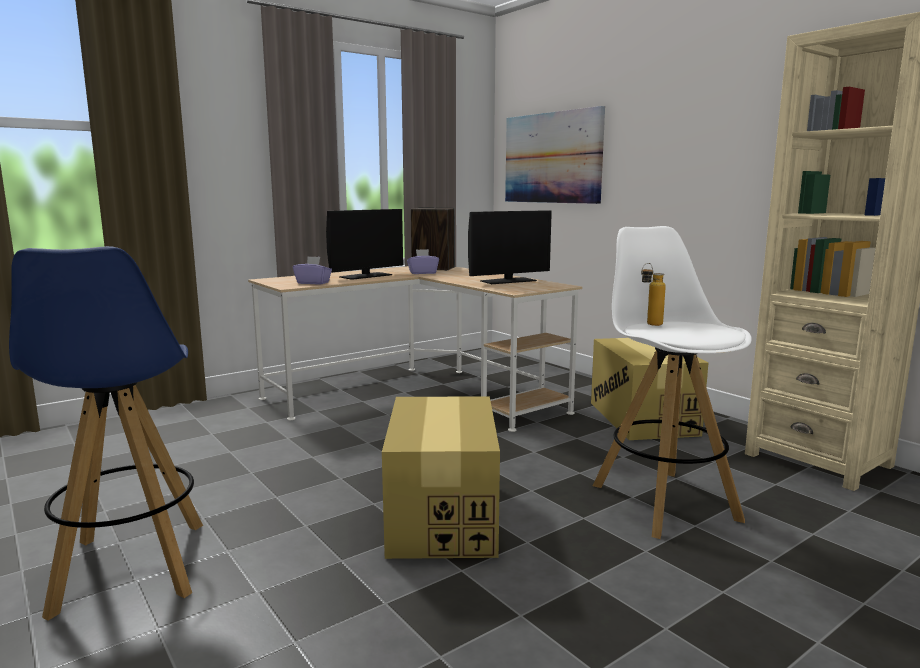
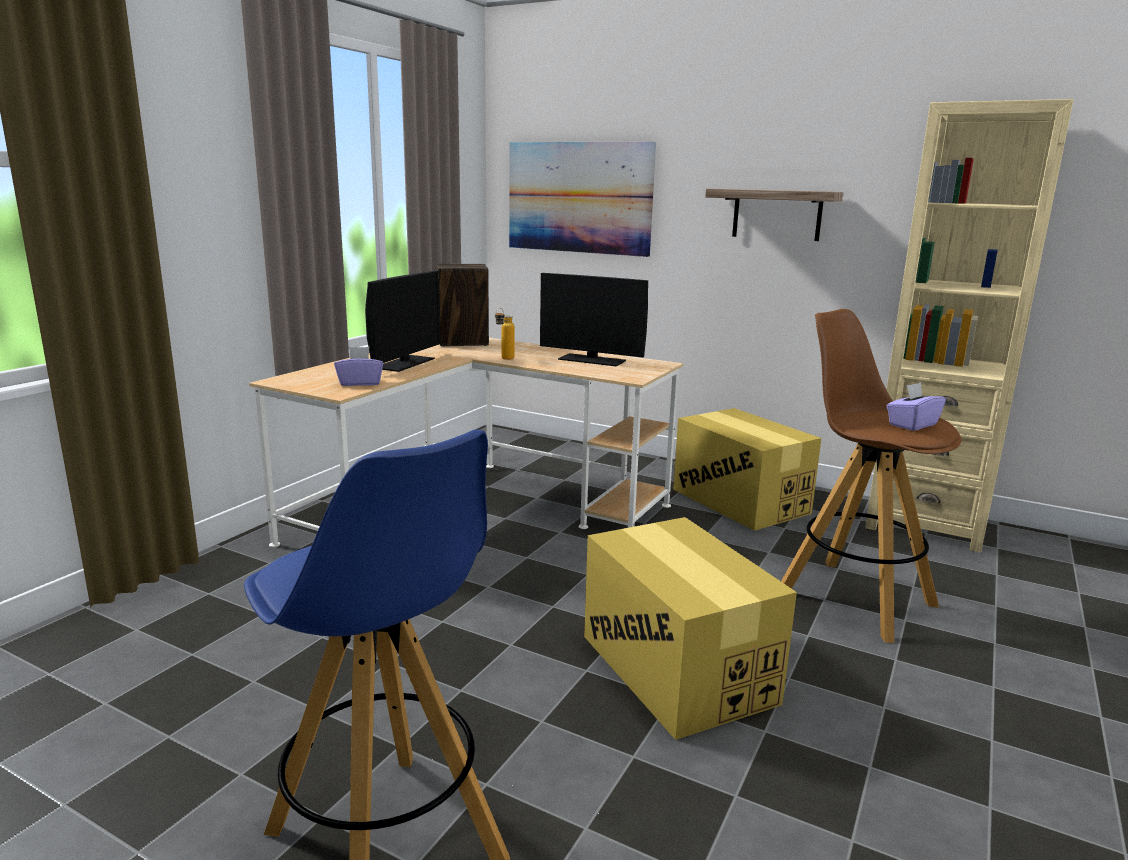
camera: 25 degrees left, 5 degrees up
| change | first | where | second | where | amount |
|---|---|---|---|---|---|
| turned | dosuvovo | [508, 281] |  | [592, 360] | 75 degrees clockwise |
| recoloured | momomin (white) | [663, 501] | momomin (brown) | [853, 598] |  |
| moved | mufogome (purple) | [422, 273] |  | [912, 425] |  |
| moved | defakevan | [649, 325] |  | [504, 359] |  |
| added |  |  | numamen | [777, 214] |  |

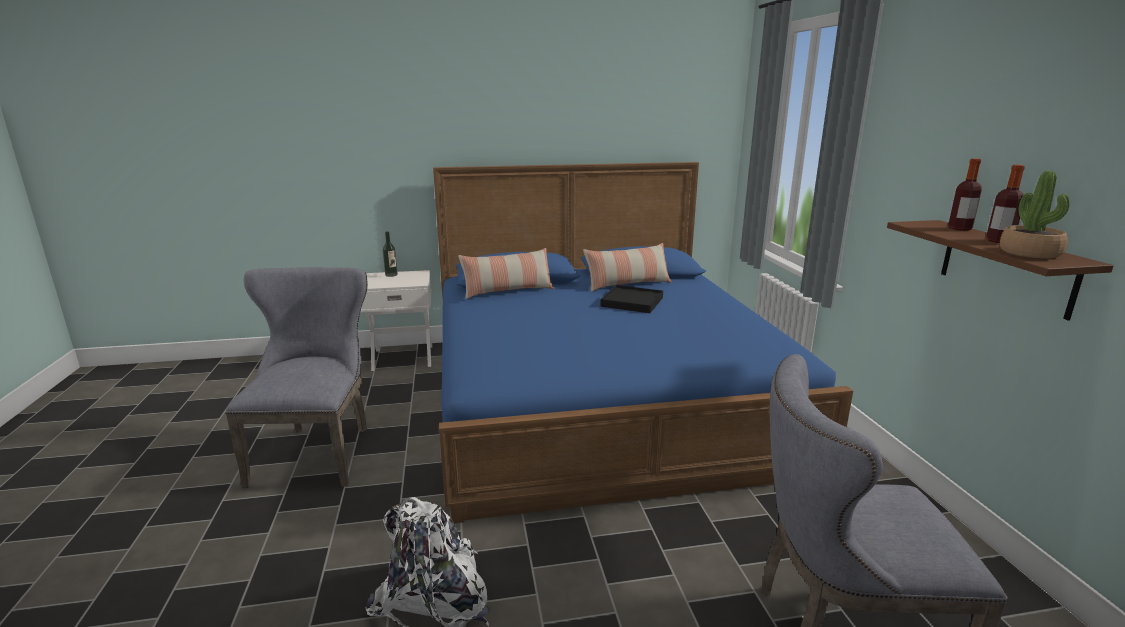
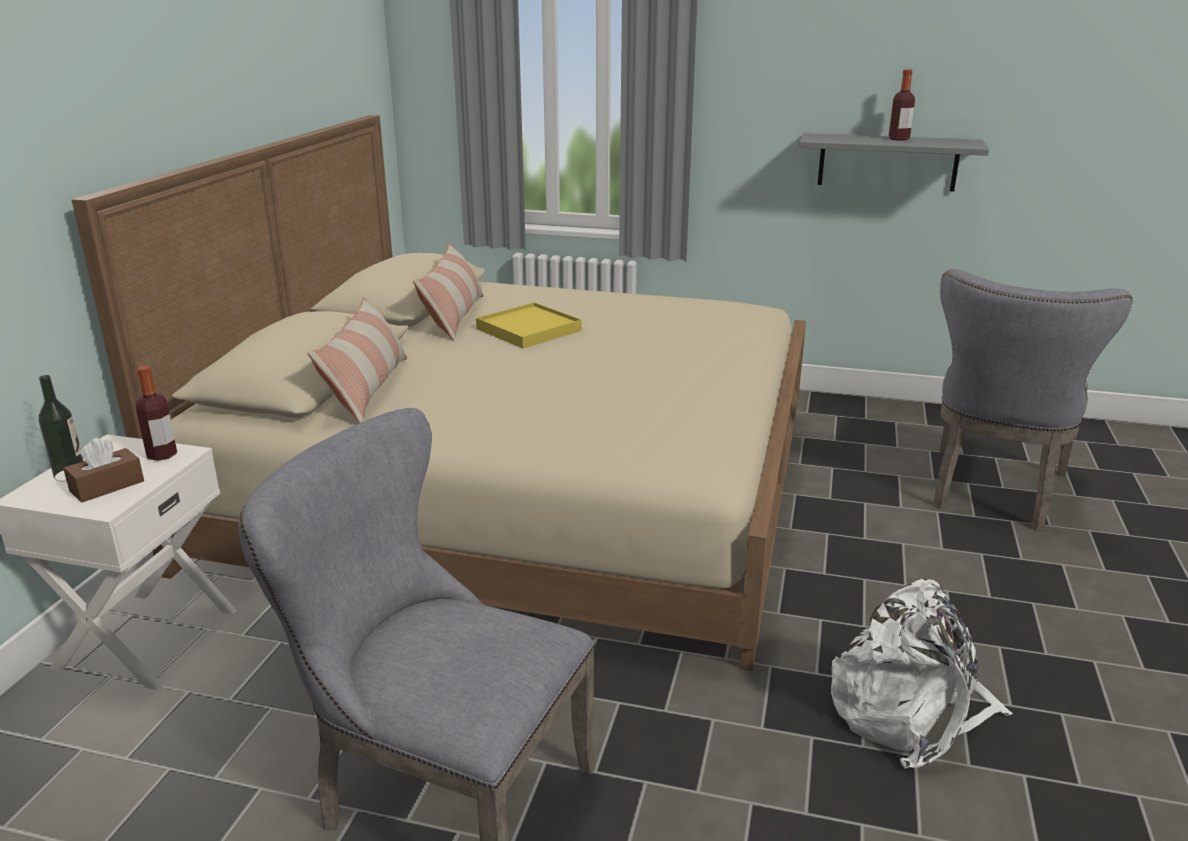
camera: 65 degrees left, 5 degrees up
| change | first | where | second | where | amount |
|---|---|---|---|---|---|
| moved | defakevan | [959, 228] |  | [162, 455] |  |
| recoloured | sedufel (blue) | [600, 397] | sedufel (beige) | [523, 485] |  |
| removed | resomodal | [1030, 253] |  |  |  |
| recoloured | numamen (brown) | [1006, 267] | numamen (grey) | [887, 162] |  |
| recoloured | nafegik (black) | [632, 302] | nafegik (yellow) | [528, 330] |  |
| added |  |  | mufogome (brown) | [107, 486] |  |

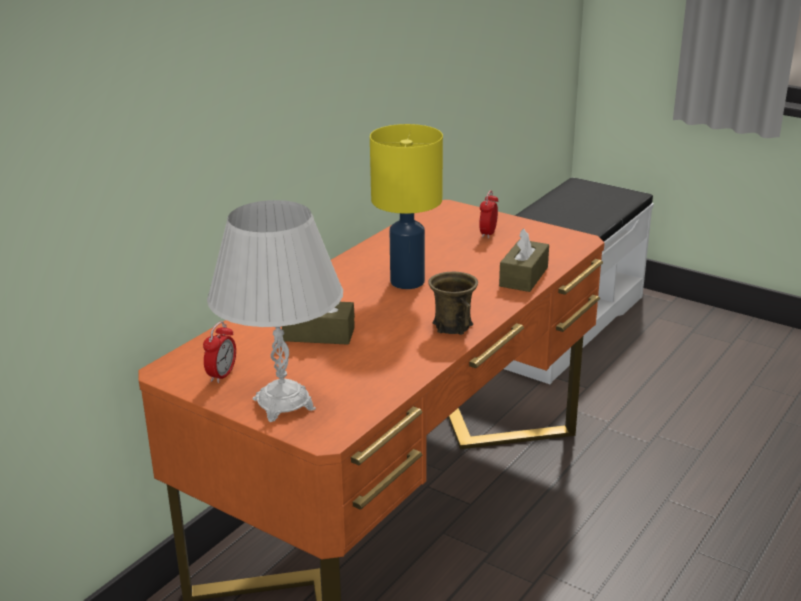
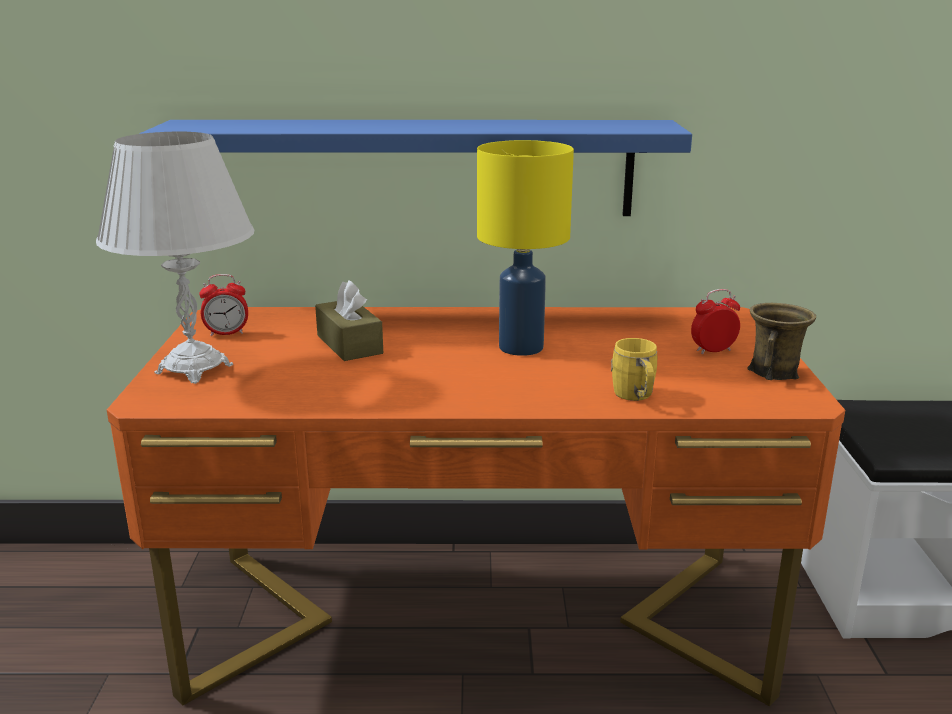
camera: 55 degrees right, 5 degrees down
| change | first | where | second | where | amount |
|---|---|---|---|---|---|
| replaced | mufogome (brown) | [523, 277] | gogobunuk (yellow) | [635, 397] |  |
| moved | gogobunuk (brown) | [453, 326] |  | [775, 372] |  |
| added |  |  | numamen (blue) | [422, 168] |  |

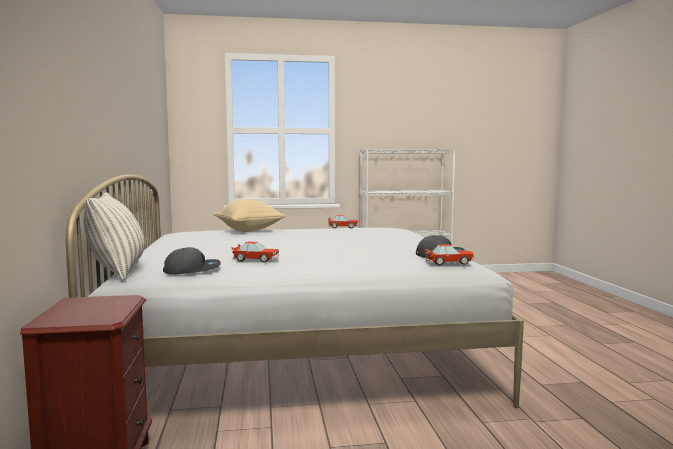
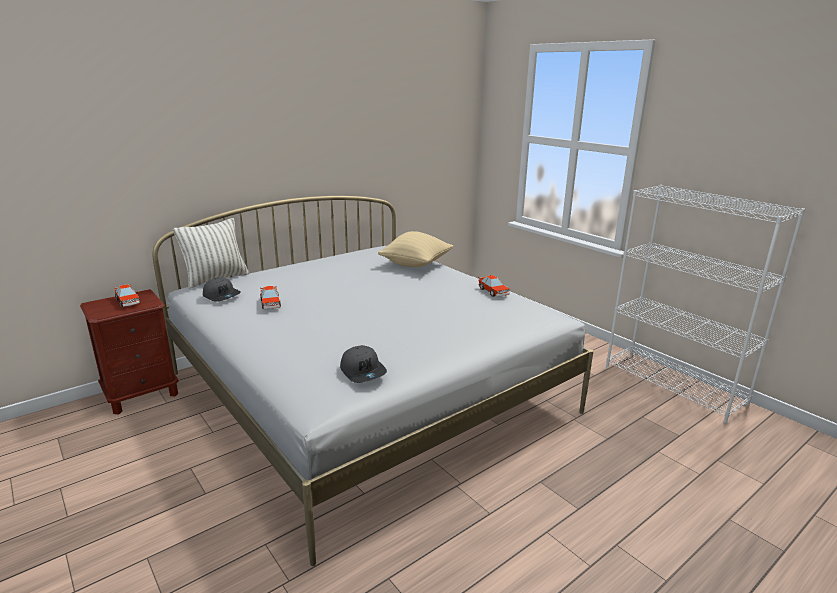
camera: 60 degrees right, 15 degrees up
| change | first | where | second | where | amount |
|---|---|---|---|---|---|
| moved | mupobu | [449, 263] |  | [128, 301] |  |

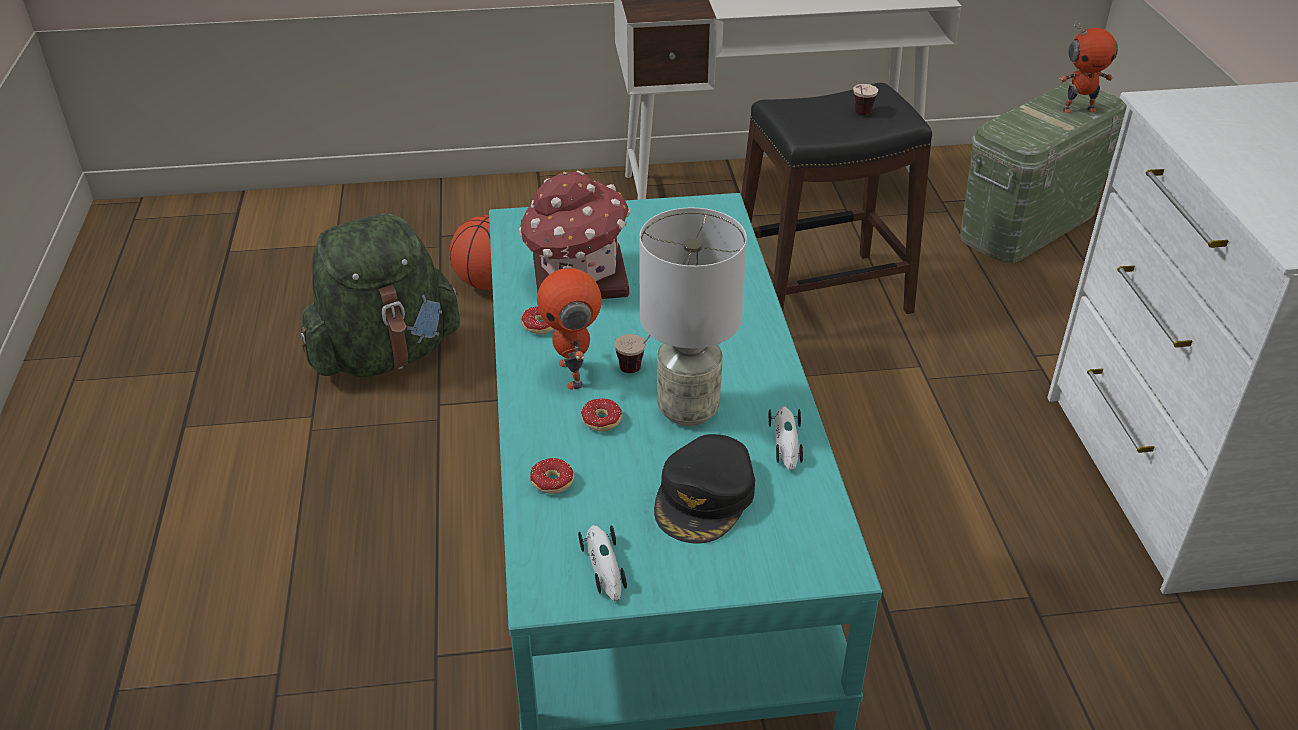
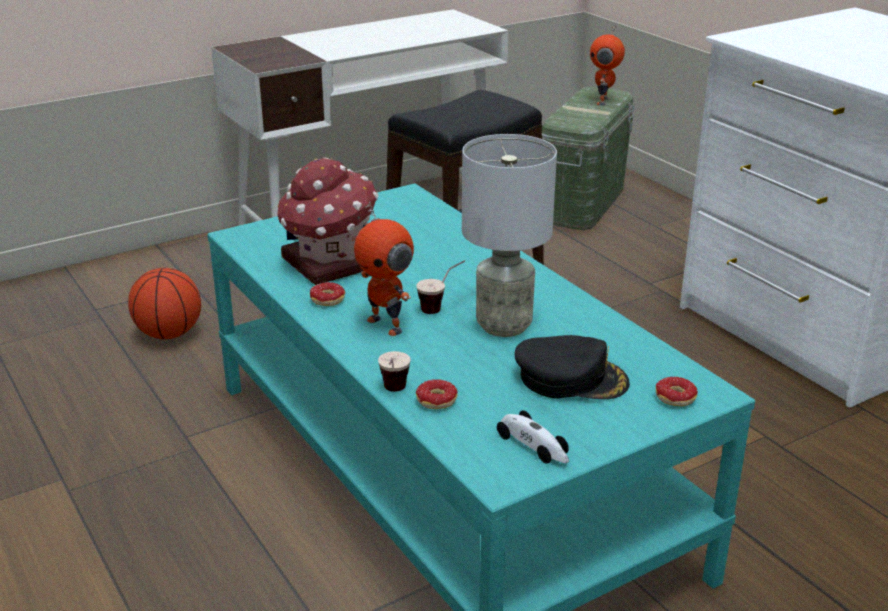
camera: 25 degrees left, 10 degrees down
| change | first | where | second | where | amount |
|---|---|---|---|---|---|
| turned | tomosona | [1078, 109] |  | [603, 101] | 135 degrees clockwise |
| moved | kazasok | [859, 116] |  | [393, 393] |  |
| removed | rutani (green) | [386, 355] |  |  |  |
| moved | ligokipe | [595, 423] |  | [672, 402] |  |
| removed | mupobu | [786, 443] |  |  |  |
| turned | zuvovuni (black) | [705, 497] |  | [571, 378] | 75 degrees counterclockwise |

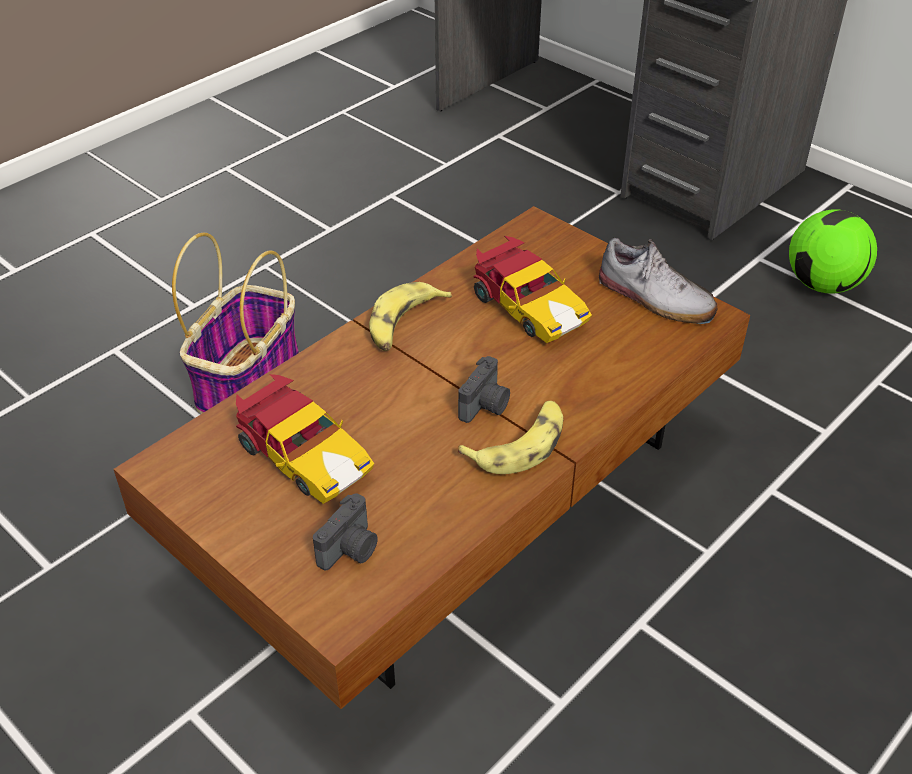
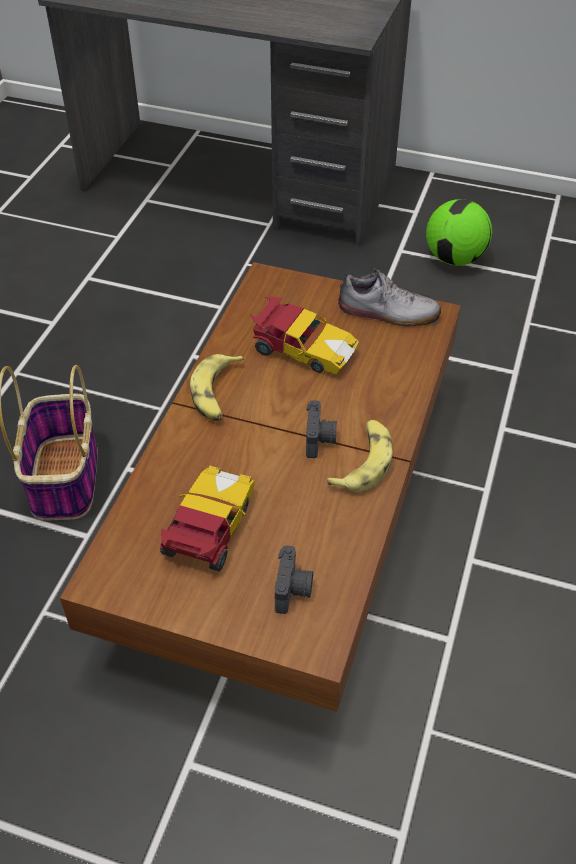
camera: 25 degrees left, 5 degrees up
| change | first | where | second | where | amount |
|---|---|---|---|---|---|
| turned | mupobu | [303, 456] |  | [209, 530] | 90 degrees counterclockwise |

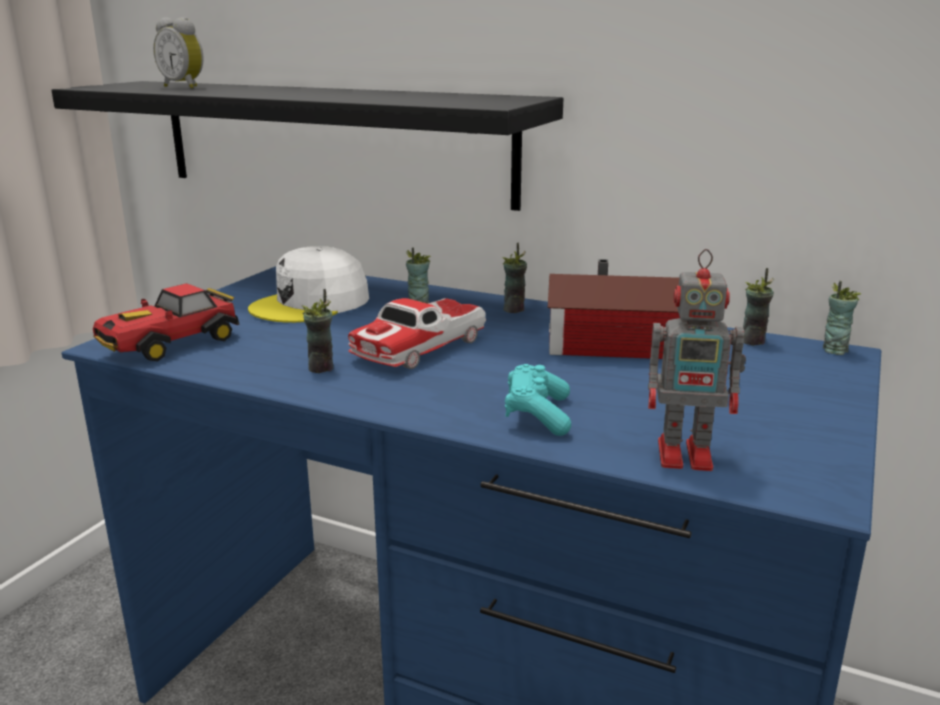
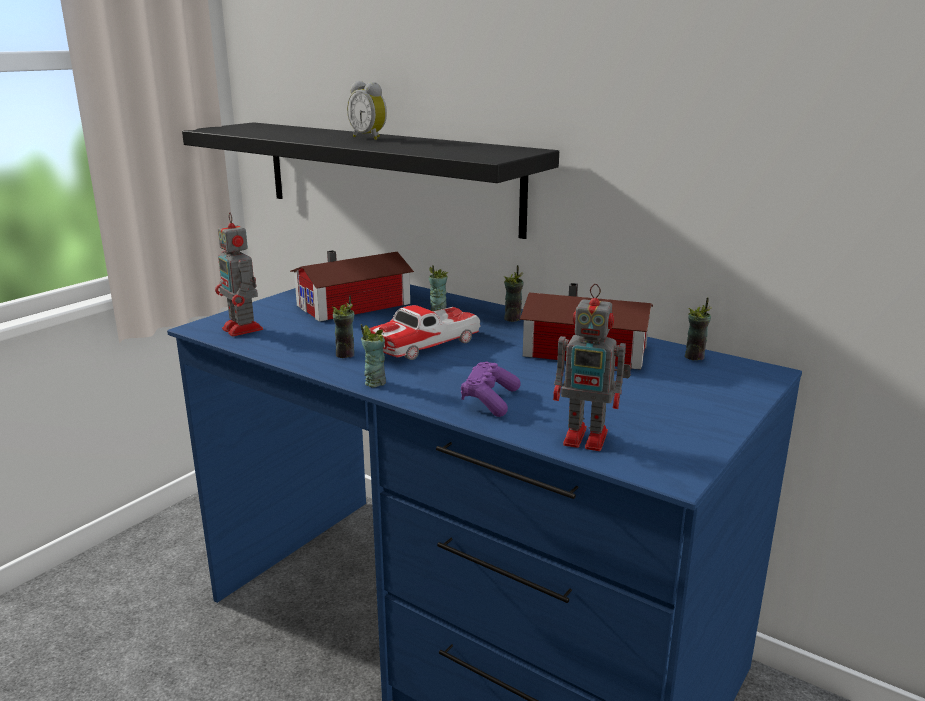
camera: 10 degrees right, 0 degrees up
| change | first | where | second | where | amount |
|---|---|---|---|---|---|
| moved | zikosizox | [185, 87] |  | [370, 138] |  |
| replaced | zuvovuni (white) | [311, 304] | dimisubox | [357, 304] |  |
| moved | kazasok | [834, 350] |  | [375, 382] |  |
| replaced | mupobu | [170, 345] | tomosona | [243, 329] |  |
| recoloured | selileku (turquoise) | [537, 415] | selileku (purple) | [490, 401] |  |

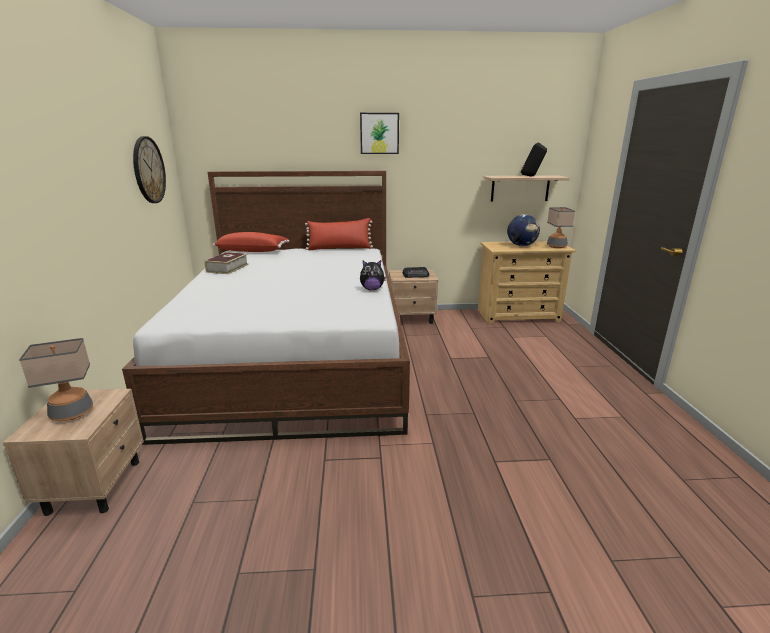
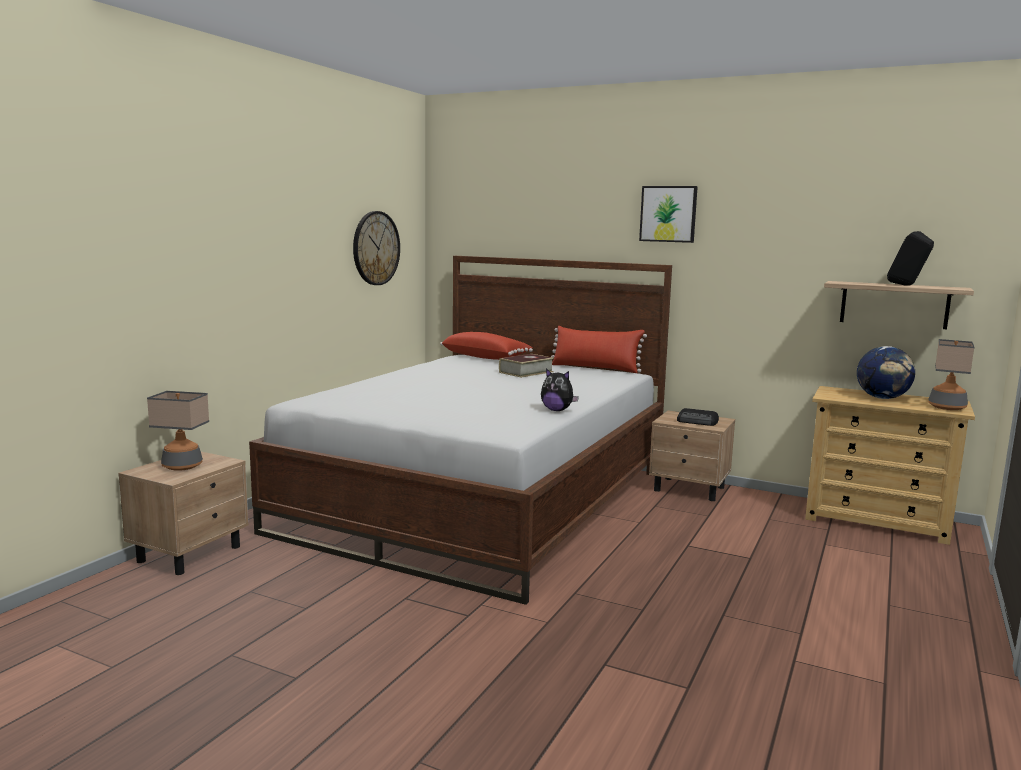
camera: 30 degrees right, 10 degrees down
| change | first | where | second | where | amount |
|---|---|---|---|---|---|
| moved | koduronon | [227, 268] |  | [526, 372] |  |

